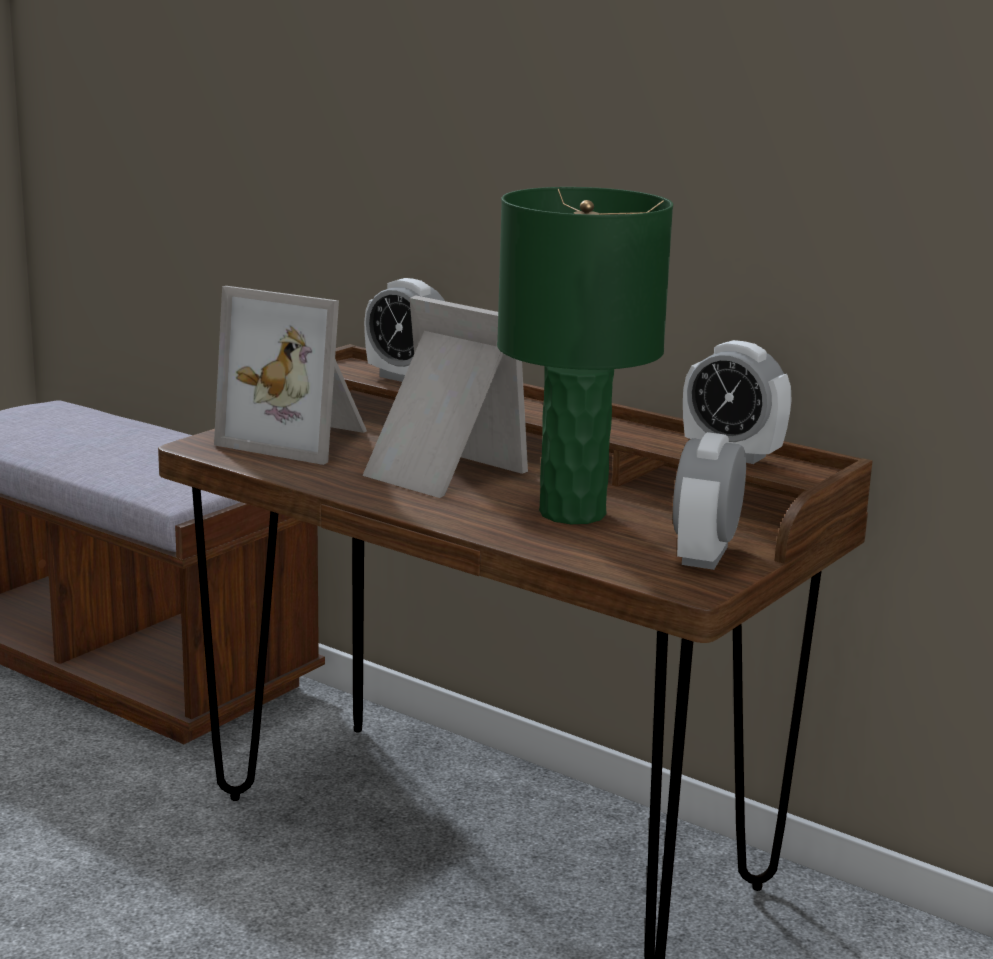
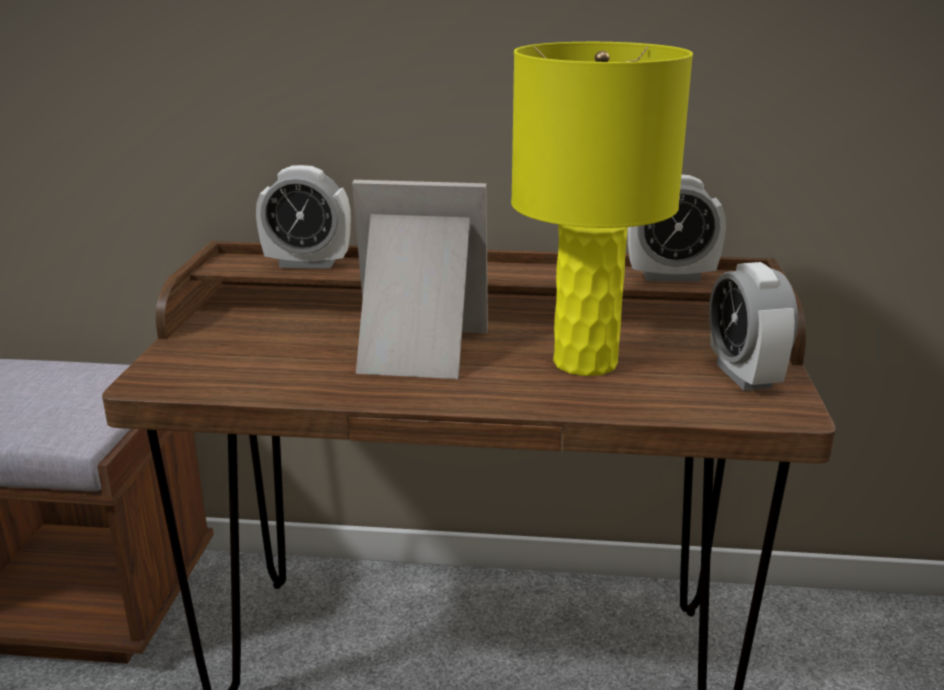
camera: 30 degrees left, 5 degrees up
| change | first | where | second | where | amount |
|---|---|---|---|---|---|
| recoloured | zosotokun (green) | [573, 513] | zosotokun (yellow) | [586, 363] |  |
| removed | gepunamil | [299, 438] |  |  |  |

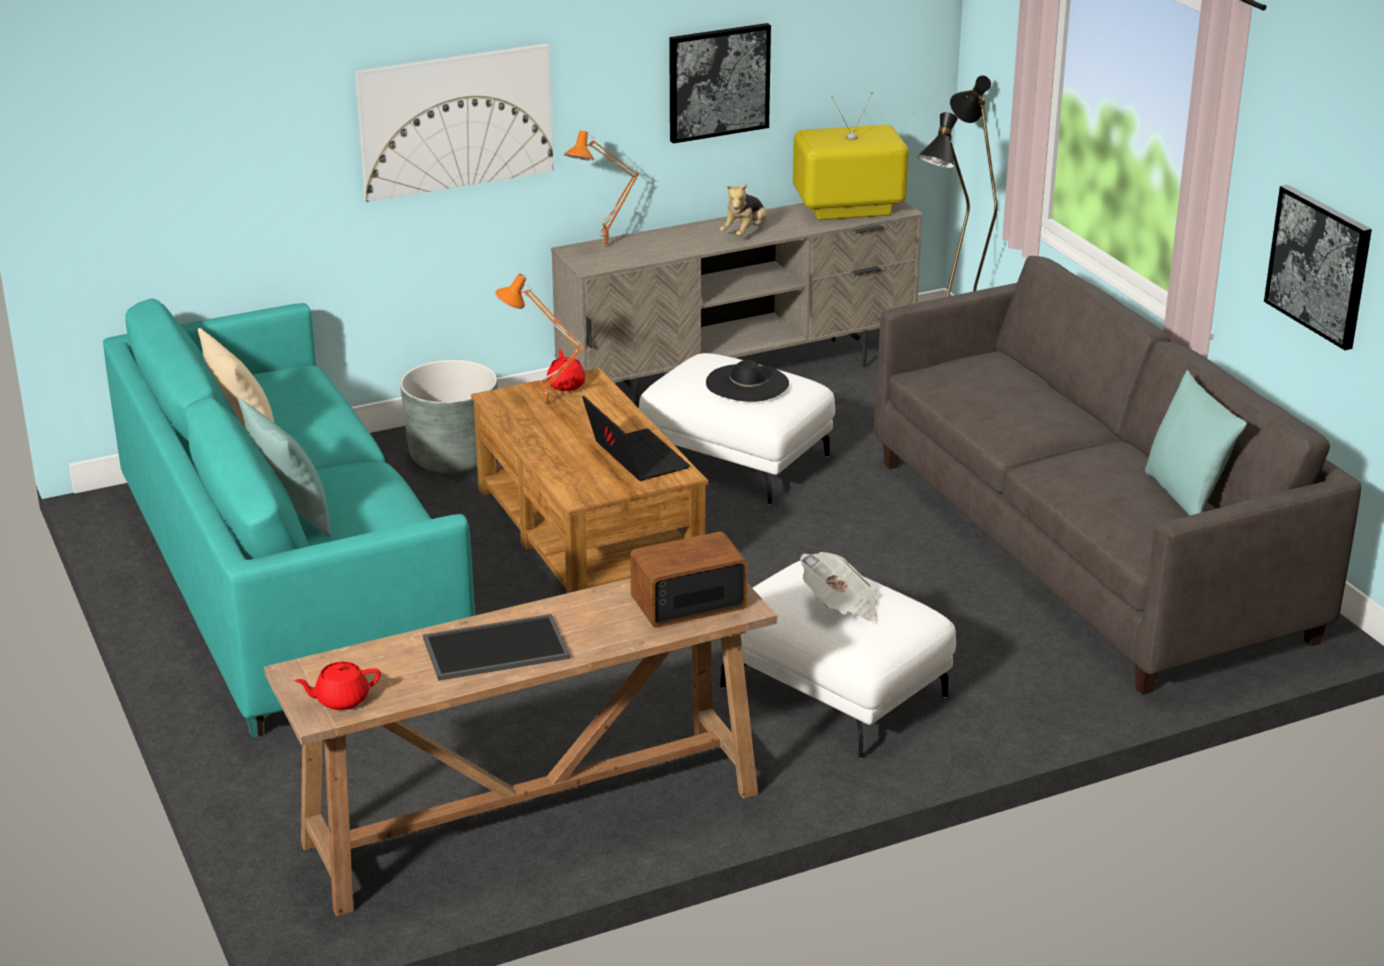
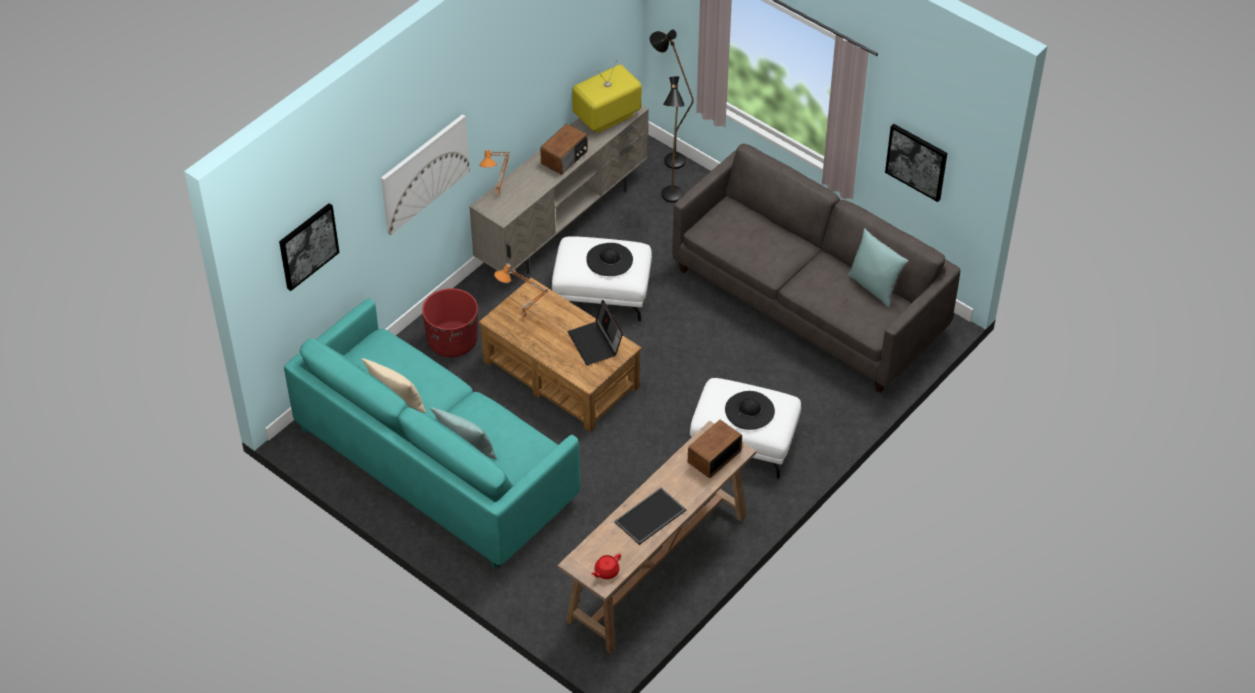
camera: 25 degrees left, 20 degrees up
| change | first | where | second | where | amount |
|---|---|---|---|---|---|
| moved | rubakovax | [718, 82] |  | [308, 246] |  |
| replaced | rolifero | [745, 232] | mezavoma | [565, 158] |  |
| removed | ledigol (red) | [566, 384] |  |  |  |
| recoloured | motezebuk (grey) | [453, 457] | motezebuk (red) | [452, 341] |  |
| turned | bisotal | [634, 458] |  | [596, 343] | 150 degrees counterclockwise |
| replaced | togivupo | [840, 606] | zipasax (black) | [749, 410] |  |

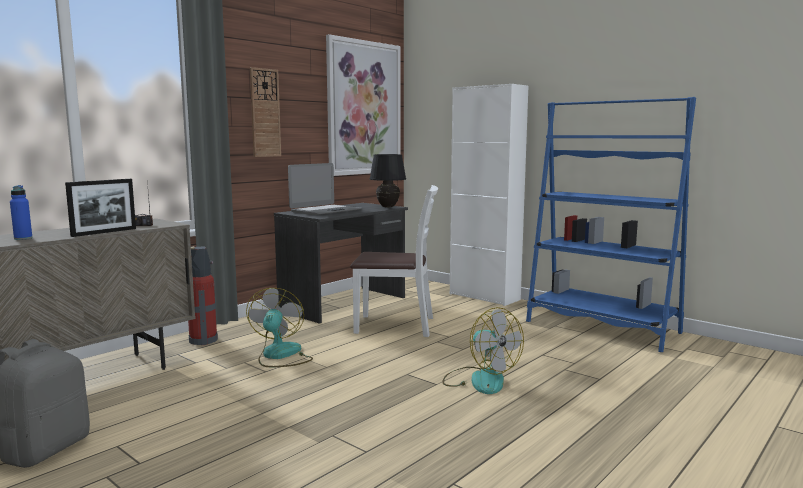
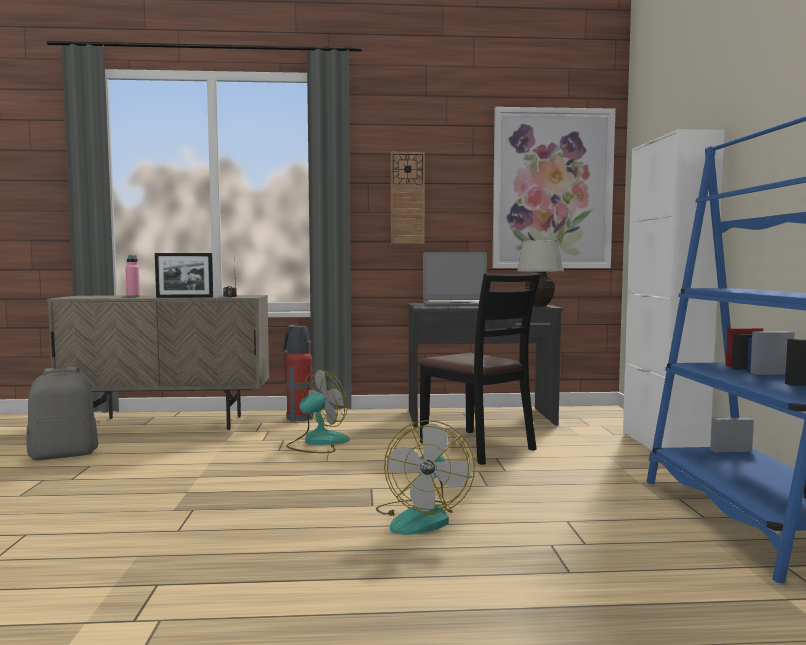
camera: 45 degrees right, 5 degrees down
| change | first | where | second | where | amount |
|---|---|---|---|---|---|
| recoloured | zosotokun (black) | [387, 207] | zosotokun (white) | [539, 306] |  |
| recoloured | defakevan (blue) | [23, 238] | defakevan (pink) | [133, 296] |  |
| recoloured | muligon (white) | [396, 325] | muligon (black) | [477, 446] |  |

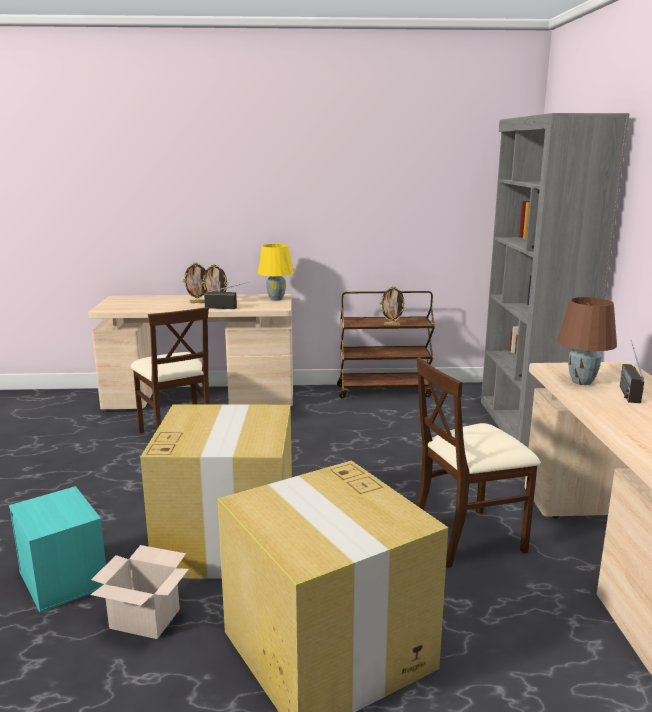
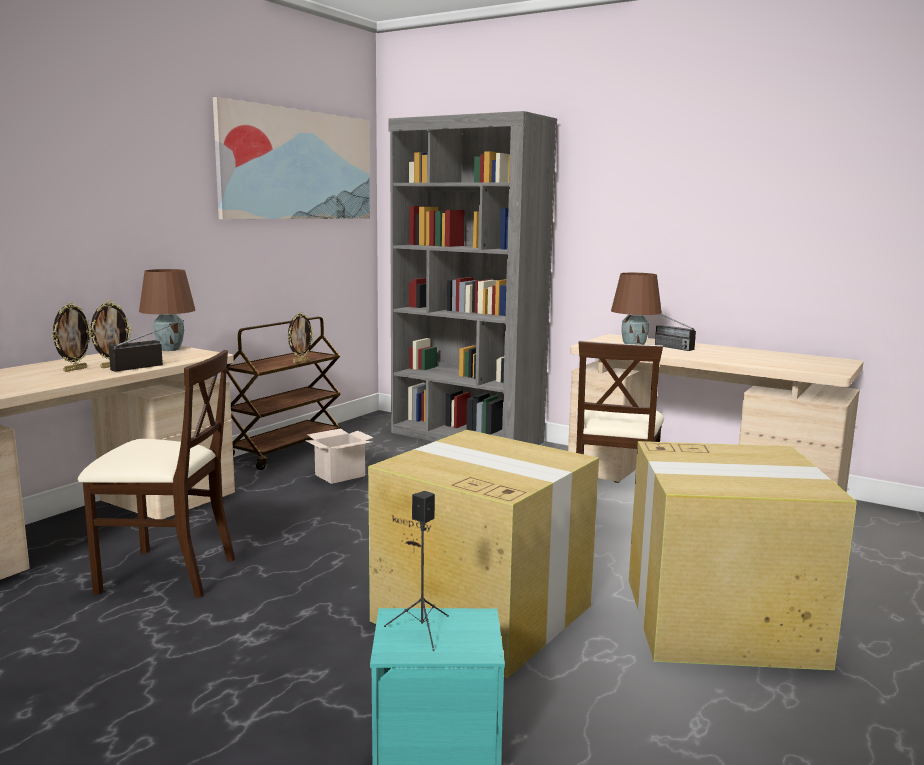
camera: 55 degrees left, 5 degrees down
| change | first | where | second | where | amount |
|---|---|---|---|---|---|
| recoloured | zosotokun (yellow) | [276, 299] | zosotokun (brown) | [170, 349] |  |
| moved | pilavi | [147, 618] |  | [340, 475] |  |
| added |  |  | rubakovax | [298, 165] |  |
| added |  |  | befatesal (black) | [422, 631] |  |

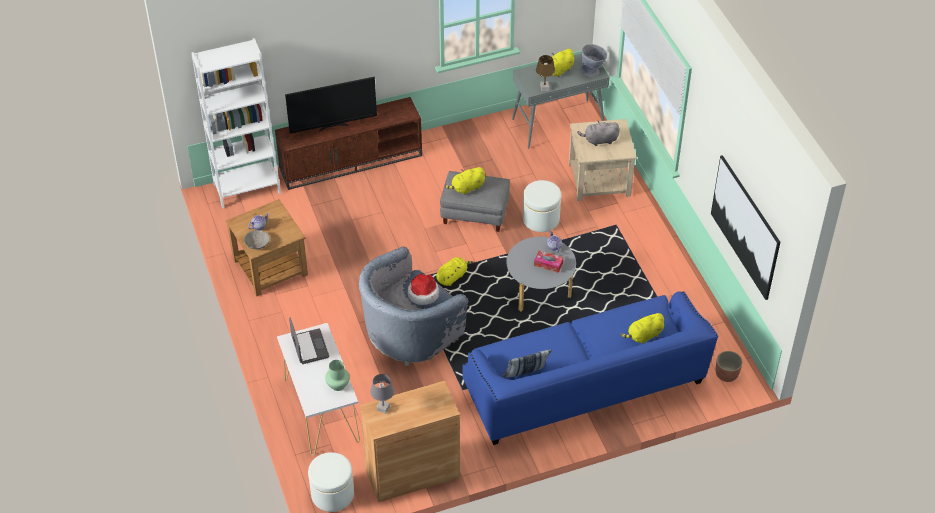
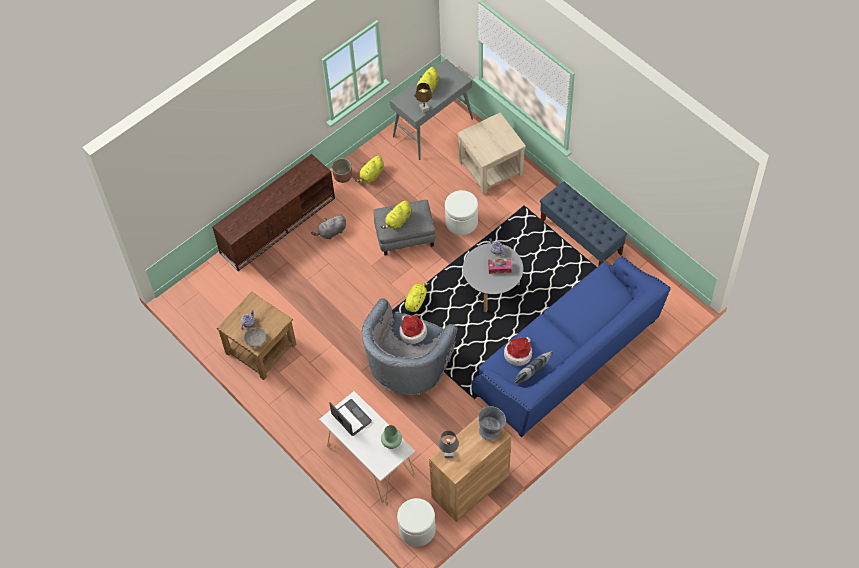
camera: 20 degrees left, 10 degrees up
| change | first | where | second | where | amount |
|---|---|---|---|---|---|
| removed | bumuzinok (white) | [247, 189] |  |  |  |
| moved | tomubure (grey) | [593, 71] |  | [492, 429] |  |
| removed | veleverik | [333, 126] |  |  |  |
| moved | rolifero (grey) | [599, 140] |  | [331, 232] |  |
| removed | rubakovax | [745, 226] |  |  |  |
| moved | rolifero (yellow) | [644, 336] |  | [371, 175] |  |
| moved | motezebuk | [726, 374] |  | [343, 177] |  |
| added |  |  | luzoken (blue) | [581, 238] |  |
| added |  |  | zipasax | [518, 353] |  |

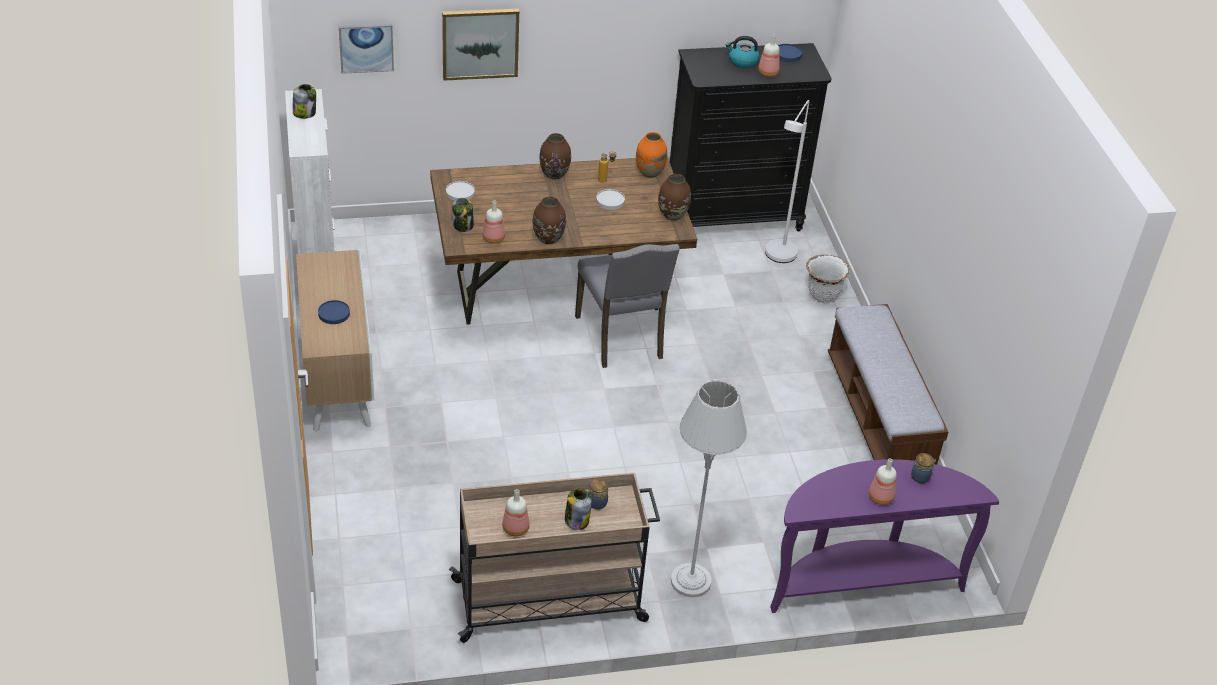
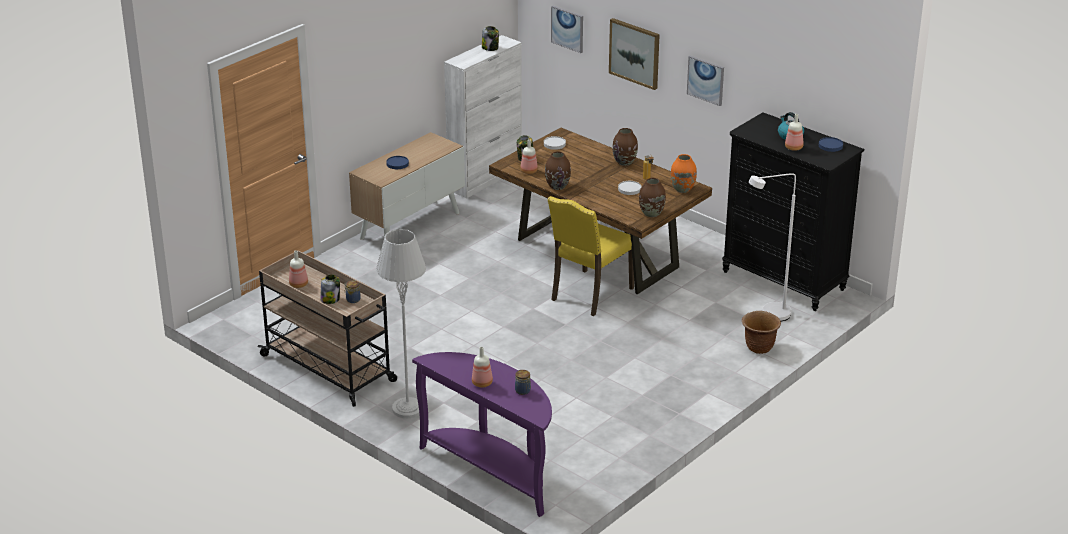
camera: 55 degrees right, 10 degrees down
| change | first | where | second | where | amount |
|---|---|---|---|---|---|
| recoloured | muligon (grey) | [622, 338] | muligon (yellow) | [589, 294] |  |
| recoloured | motezebuk (white) | [823, 295] | motezebuk (brown) | [759, 347] |  |
| removed | luzoken | [878, 416] |  |  |  |
| added |  |  | rubakovax | [706, 80] |  |

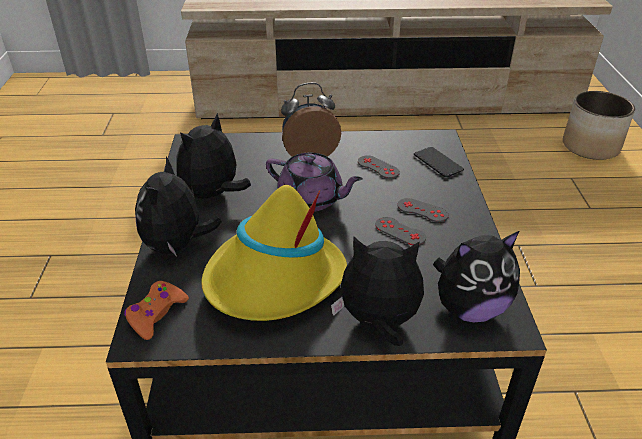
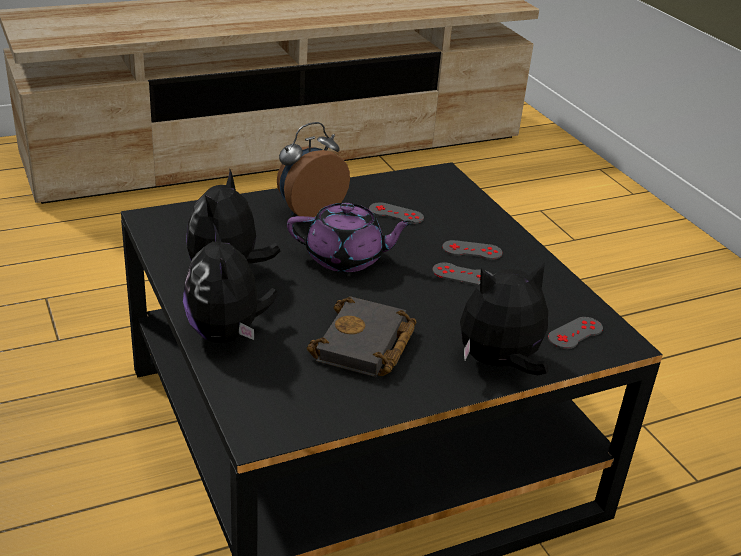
camera: 25 degrees left, 5 degrees down
| change | first | where | second | where | amount |
|---|---|---|---|---|---|
| removed | motezebuk | [591, 146] |  |  |  |
| removed | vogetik | [438, 163] |  |  |  |
| replaced | zipasax (yellow) | [274, 279] | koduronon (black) | [365, 346] |  |
| replaced | rolifero | [469, 308] | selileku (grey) | [575, 333] |  |
| removed | selileku (orange) | [156, 314] |  |  |  |

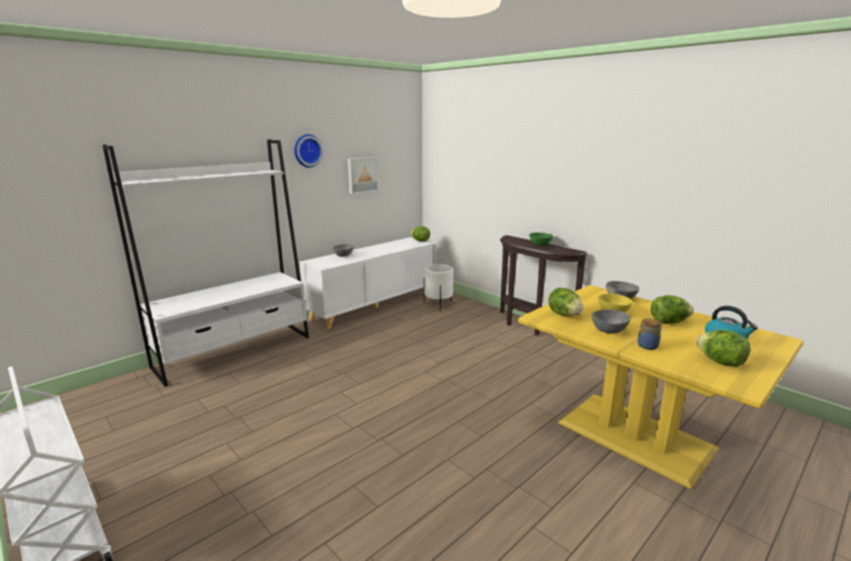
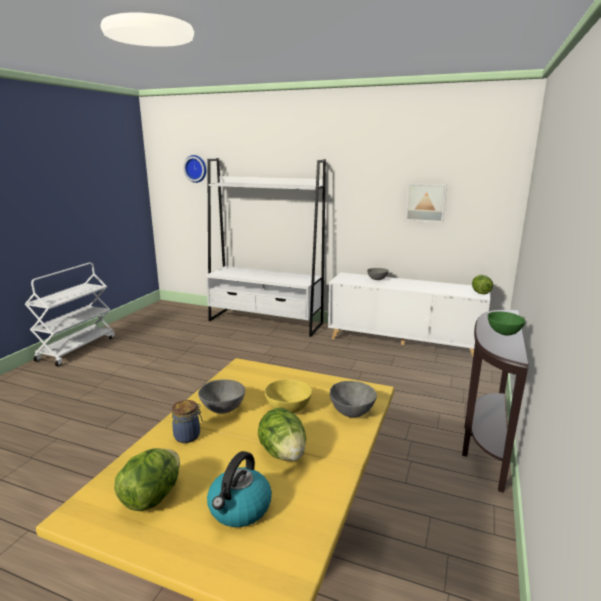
camera: 65 degrees right, 0 degrees up
| change | first | where | second | where | amount |
|---|---|---|---|---|---|
| moved | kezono | [307, 150] |  | [196, 168] |  |
| removed | motezebuk (white) | [438, 304] |  |  |  |
| removed | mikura | [564, 315] |  |  |  |

